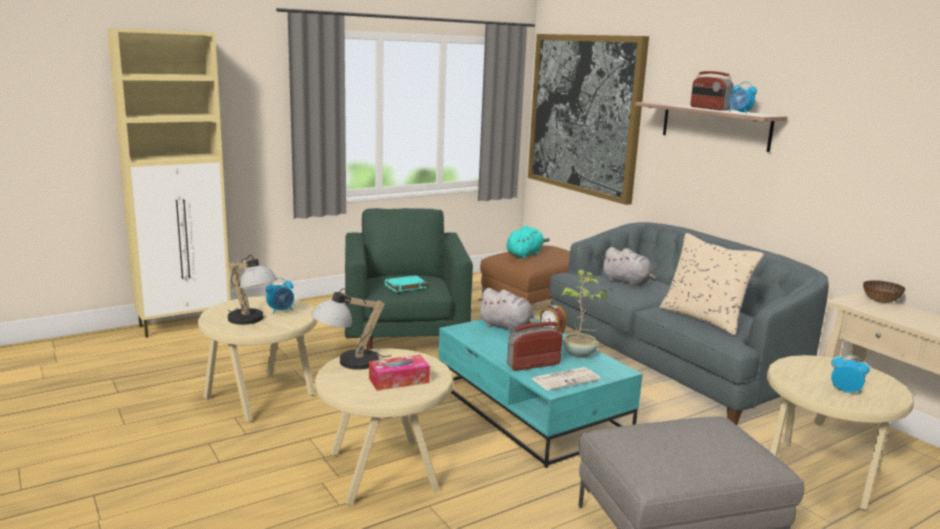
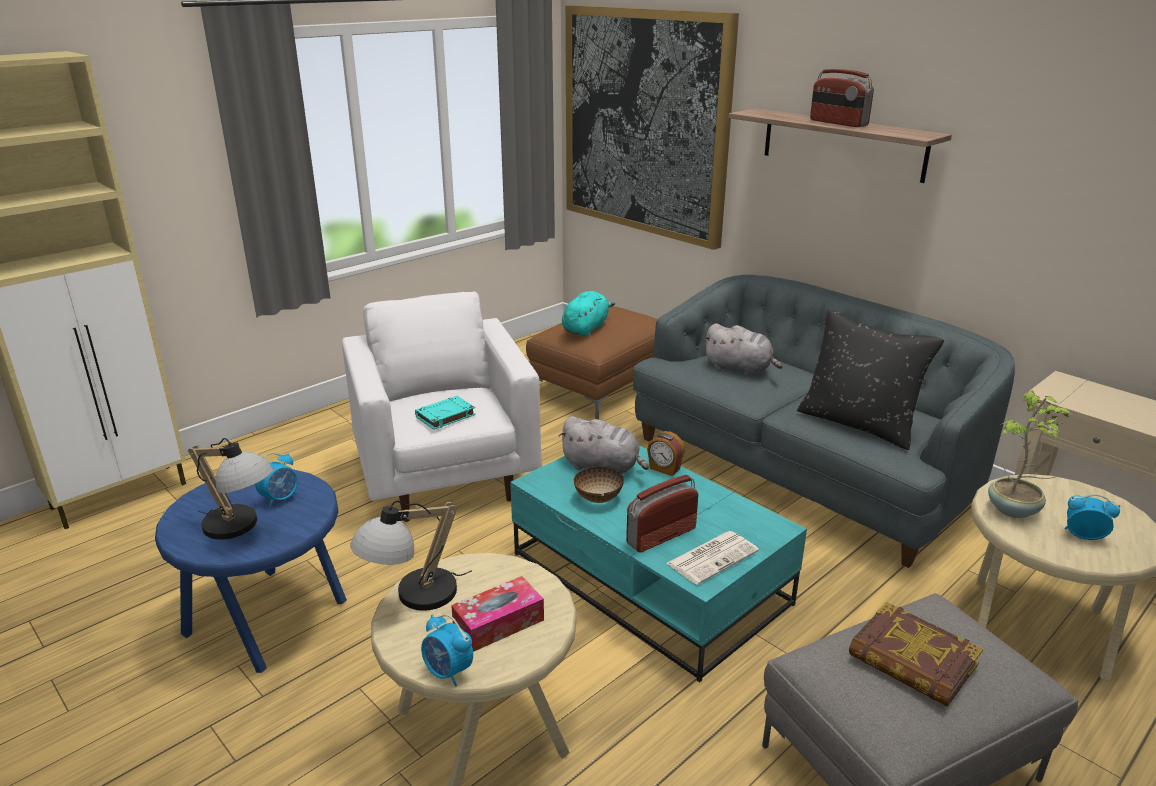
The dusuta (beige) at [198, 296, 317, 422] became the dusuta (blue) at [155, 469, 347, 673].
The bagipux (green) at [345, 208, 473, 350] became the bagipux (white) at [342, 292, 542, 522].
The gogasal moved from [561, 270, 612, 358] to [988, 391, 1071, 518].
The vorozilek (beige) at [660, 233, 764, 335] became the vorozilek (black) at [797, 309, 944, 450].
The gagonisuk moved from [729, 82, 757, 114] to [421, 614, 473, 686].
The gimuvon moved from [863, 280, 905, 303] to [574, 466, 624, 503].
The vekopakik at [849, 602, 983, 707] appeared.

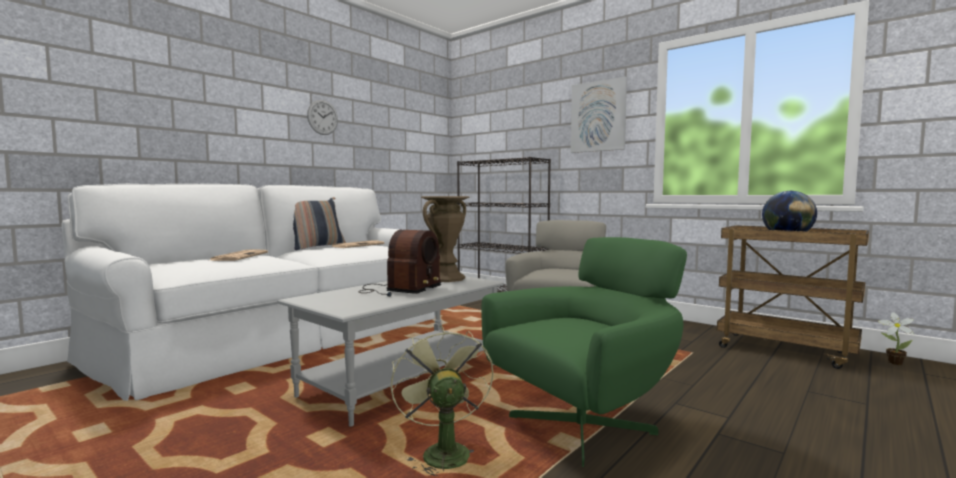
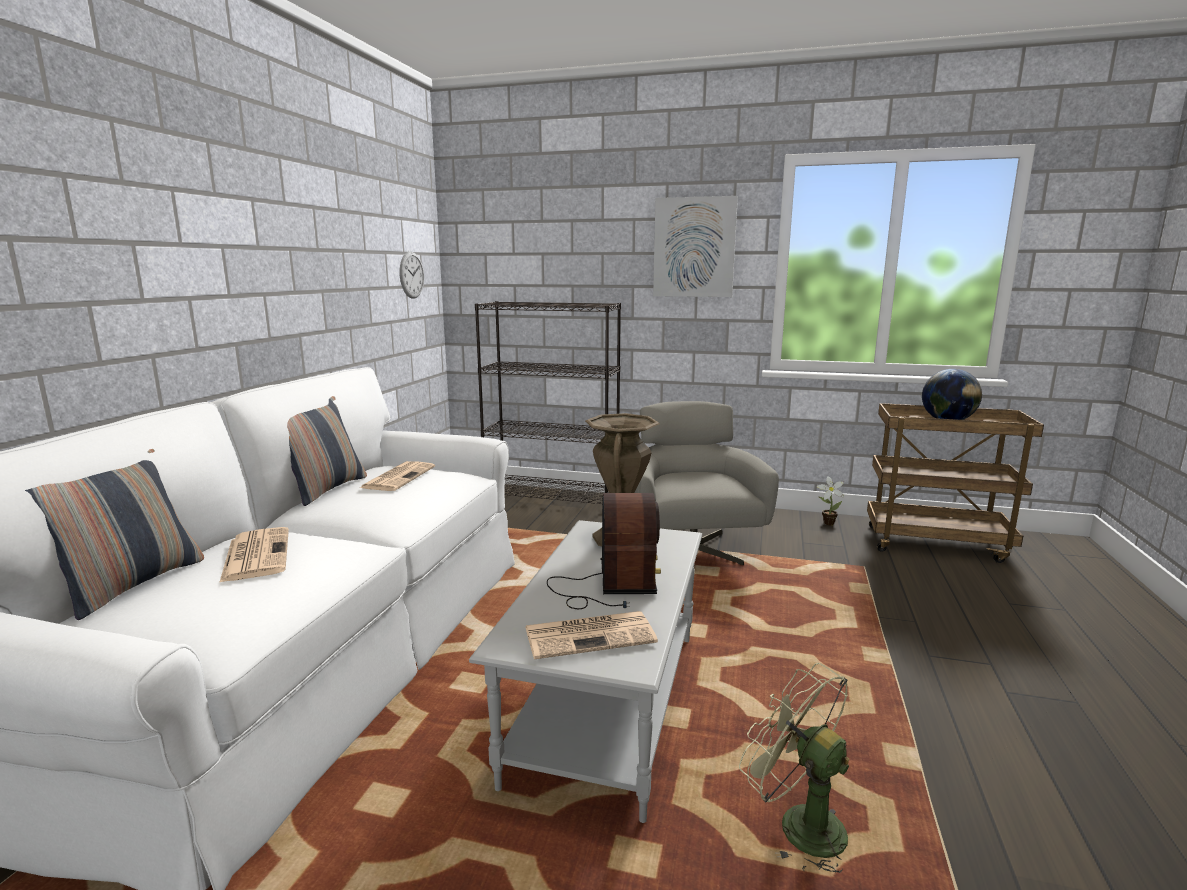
The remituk moved from [307, 100, 338, 135] to [399, 251, 424, 299].
The bagipux (green) at [481, 237, 687, 467] disappeared.
The gogasal moved from [878, 312, 914, 365] to [817, 476, 844, 525].
The vorozilek at [25, 449, 204, 620] appeared.
The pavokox at [525, 611, 658, 659] appeared.

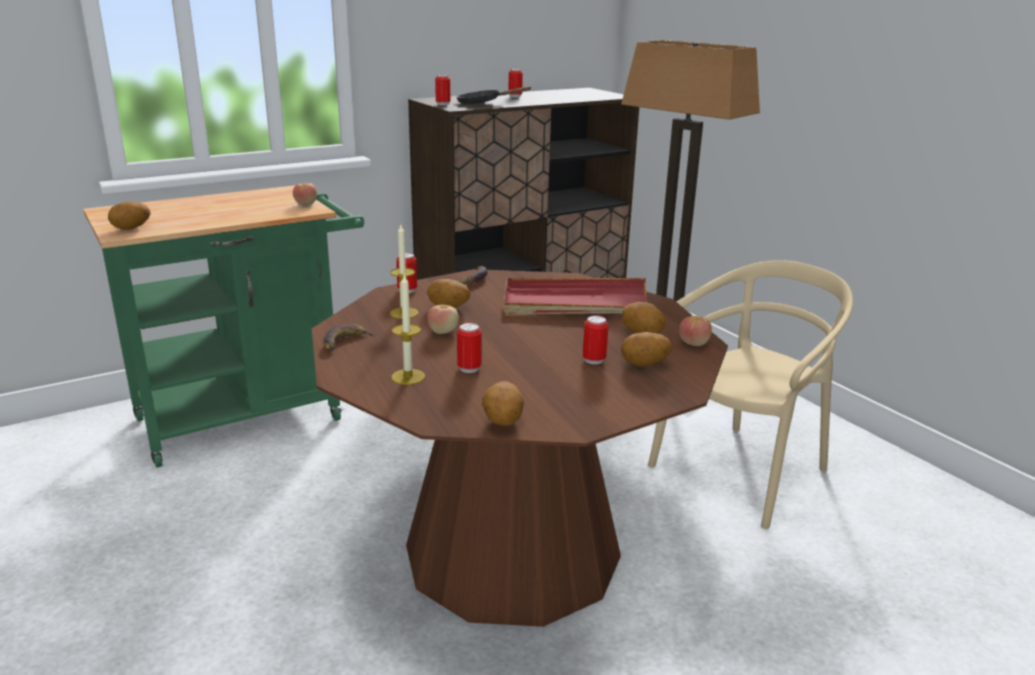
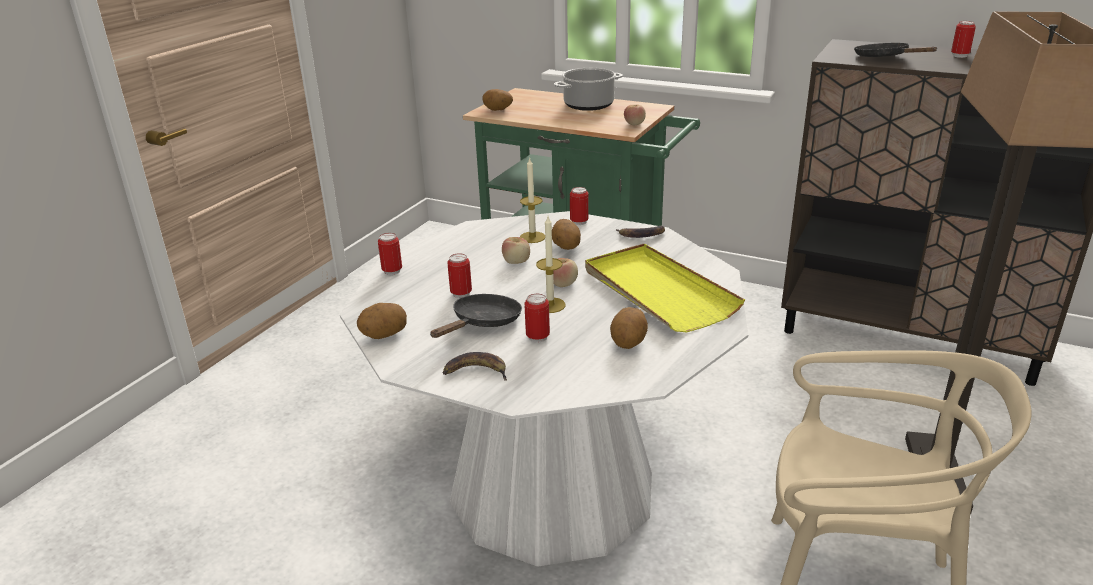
The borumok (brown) at [312, 269, 728, 627] became the borumok (white) at [340, 211, 748, 567].
The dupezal moved from [323, 324, 375, 351] to [443, 352, 507, 381].
The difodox moved from [391, 273, 425, 385] to [536, 216, 565, 313].
The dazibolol moved from [435, 75, 450, 105] to [378, 233, 402, 275].
The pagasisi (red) at [504, 278, 648, 314] became the pagasisi (yellow) at [585, 244, 745, 332].
The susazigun at [621, 332, 672, 367] disappeared.
The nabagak moved from [679, 316, 712, 346] to [553, 258, 578, 287].
The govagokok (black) at [430, 294, 522, 338] appeared.
The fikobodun at [554, 68, 623, 111] appeared.

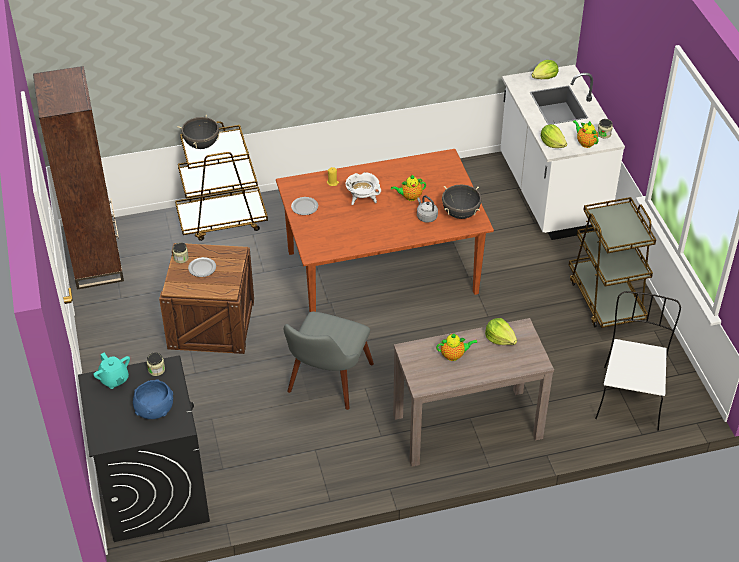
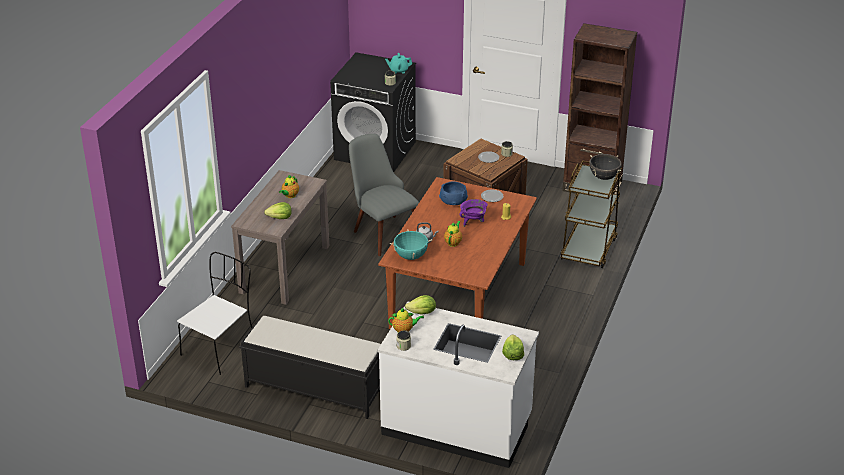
The gimuvon (blue) moved from [133, 379, 173, 419] to [439, 182, 468, 205].
The fikobodun (white) at [346, 172, 381, 205] became the fikobodun (purple) at [459, 199, 488, 227].
The fikobodun (black) at [442, 184, 482, 219] became the fikobodun (turquoise) at [390, 229, 432, 260].
The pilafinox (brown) at [569, 197, 656, 328] was replaced by the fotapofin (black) at [239, 316, 381, 419].
The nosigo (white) at [595, 291, 681, 431] turned 105 degrees counterclockwise.

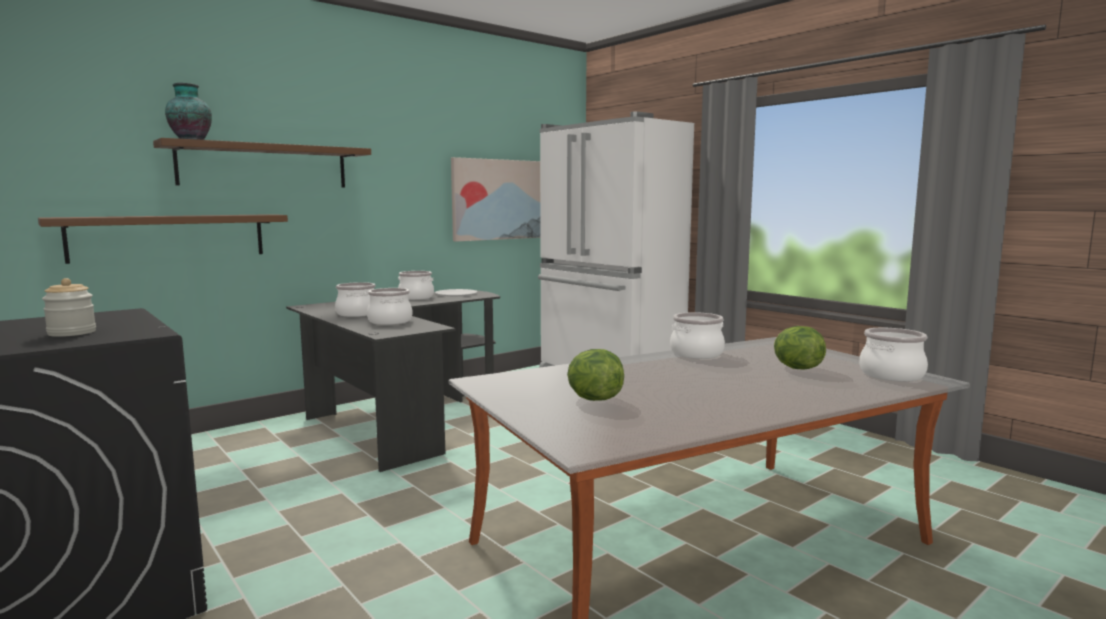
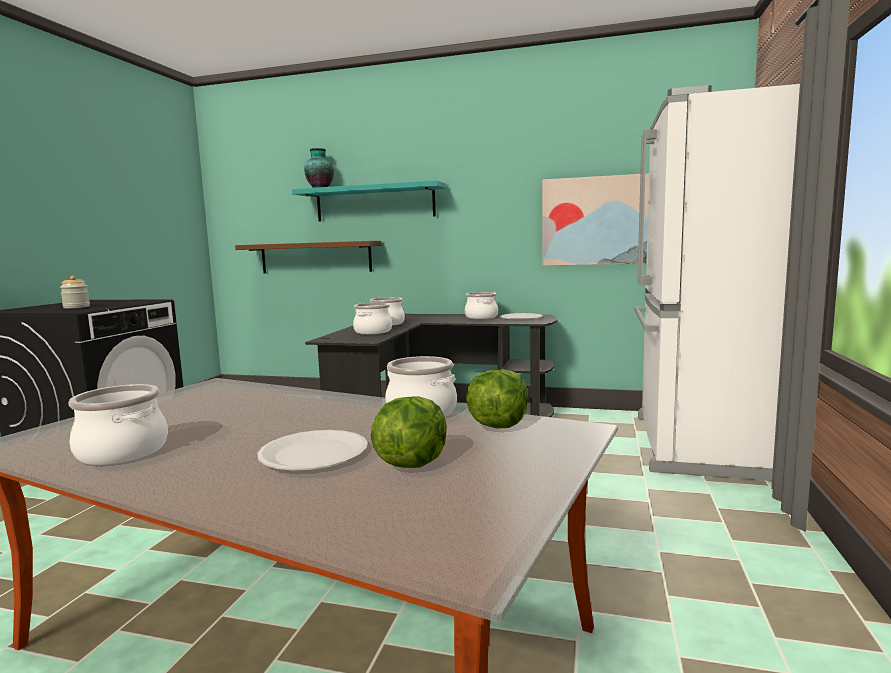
The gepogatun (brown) at [153, 138, 371, 187] became the gepogatun (turquoise) at [292, 180, 446, 222].
The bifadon moved from [567, 349, 624, 401] to [466, 369, 528, 428].
The fikobodun moved from [859, 328, 928, 382] to [69, 384, 168, 465].
The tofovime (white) at [257, 430, 368, 471] appeared.

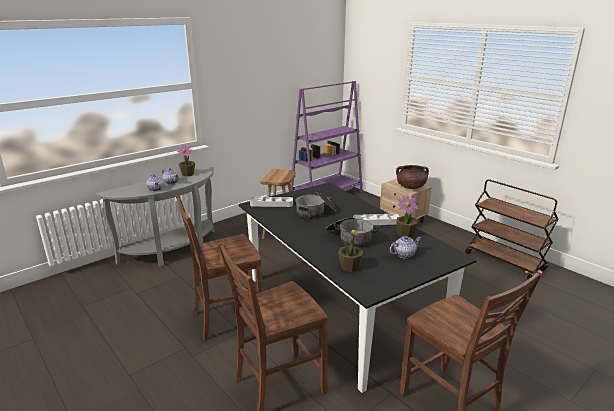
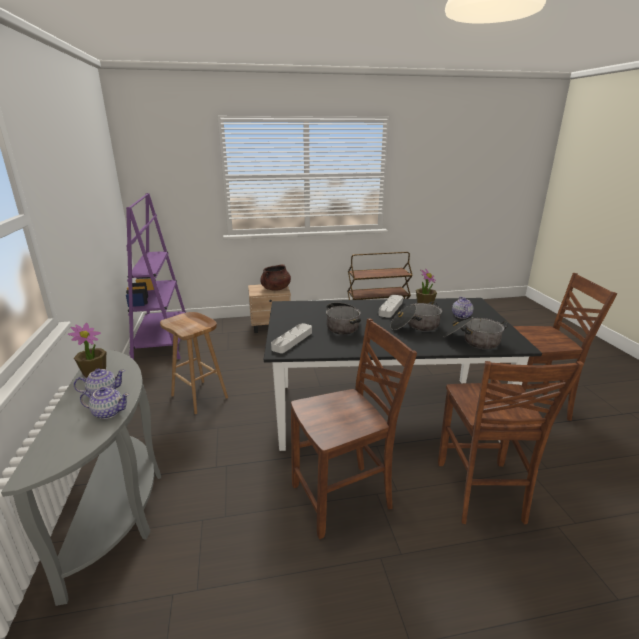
The nosigo (brown) at [176, 194, 263, 341] turned 120 degrees counterclockwise.
The gogasal at [338, 228, 363, 272] was replaced by the fikobodun at [443, 317, 508, 349].

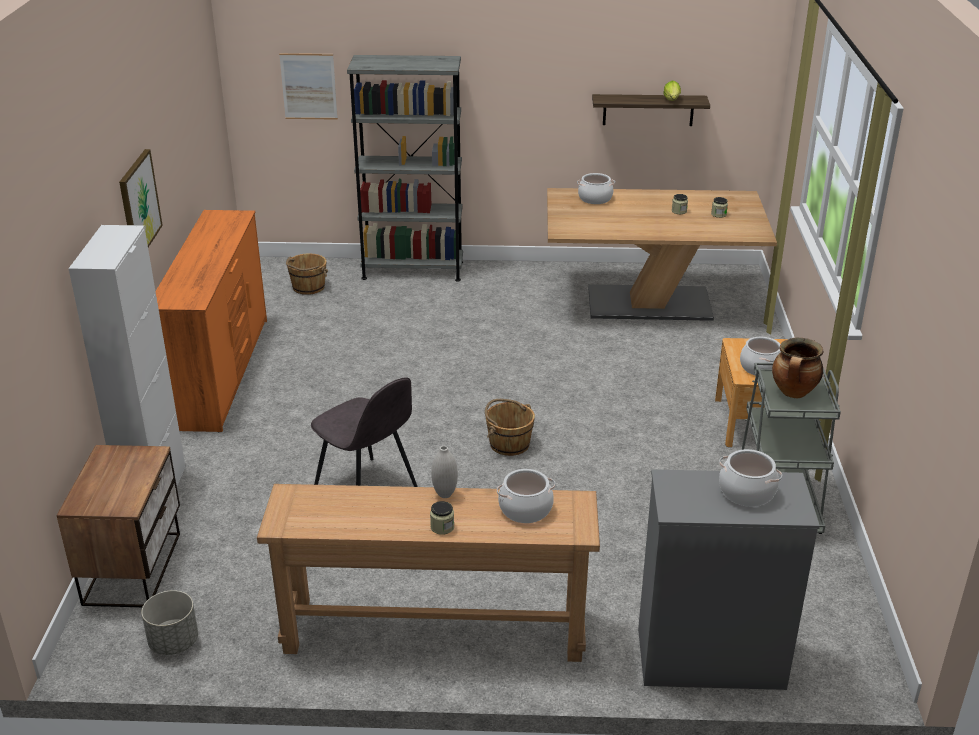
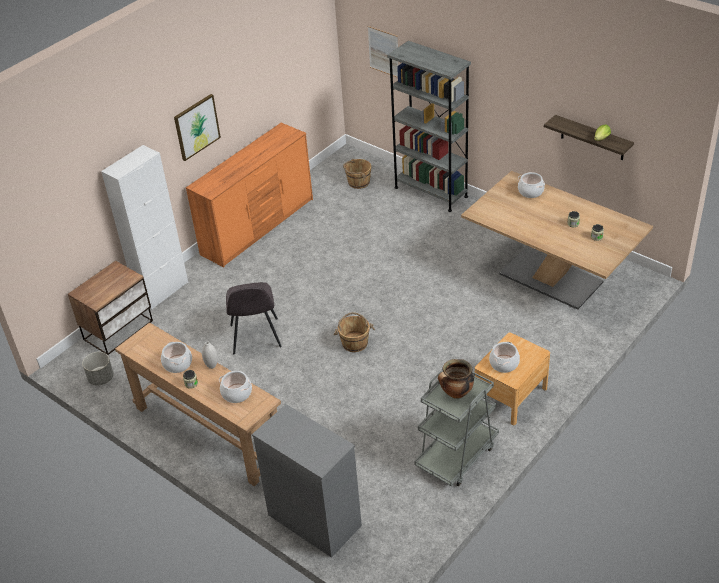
The fikobodun moved from [719, 449, 782, 507] to [161, 342, 192, 373].

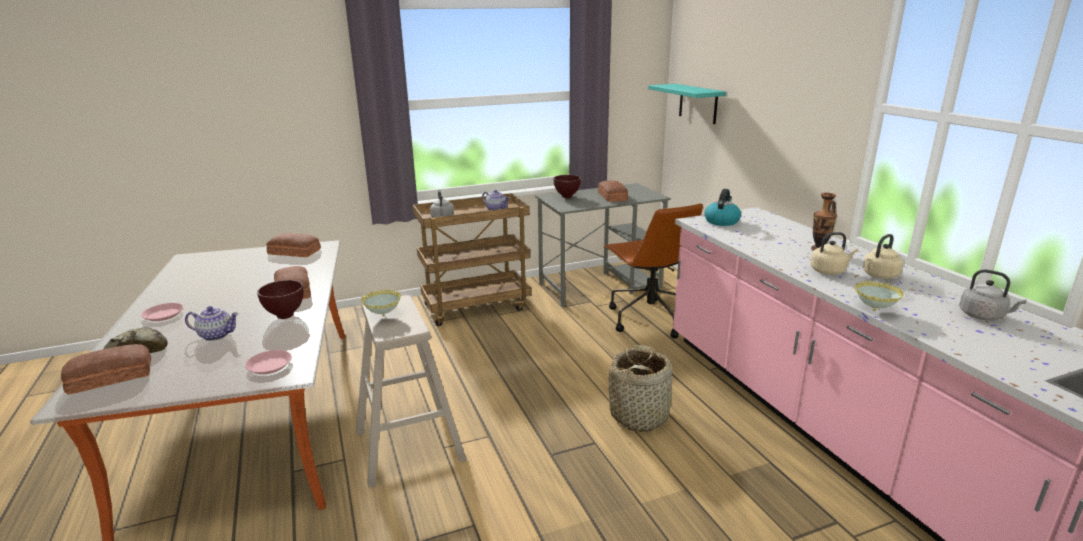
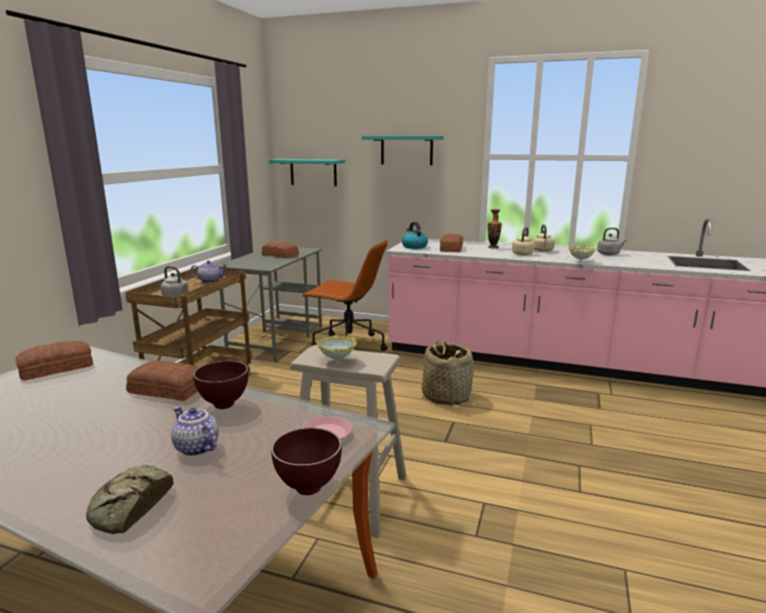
The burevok moved from [61, 344, 151, 395] to [440, 233, 463, 252].
The tofovime (pink) at [141, 303, 183, 321] disappeared.
The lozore at [185, 306, 239, 341] turned 90 degrees counterclockwise.
The gimuvon (brown) moved from [554, 175, 581, 198] to [271, 428, 342, 495].
The gepogatun (turquoise) at [362, 136, 444, 165] appeared.

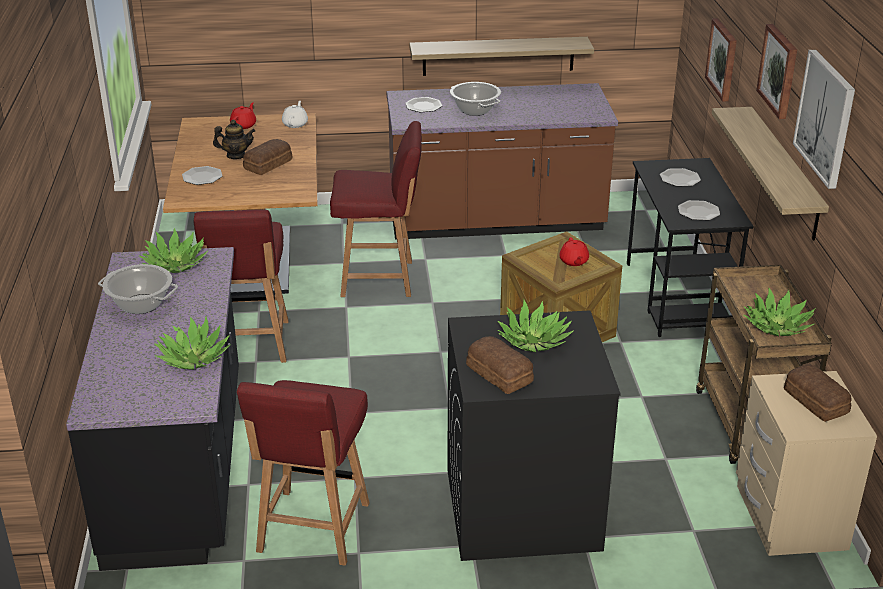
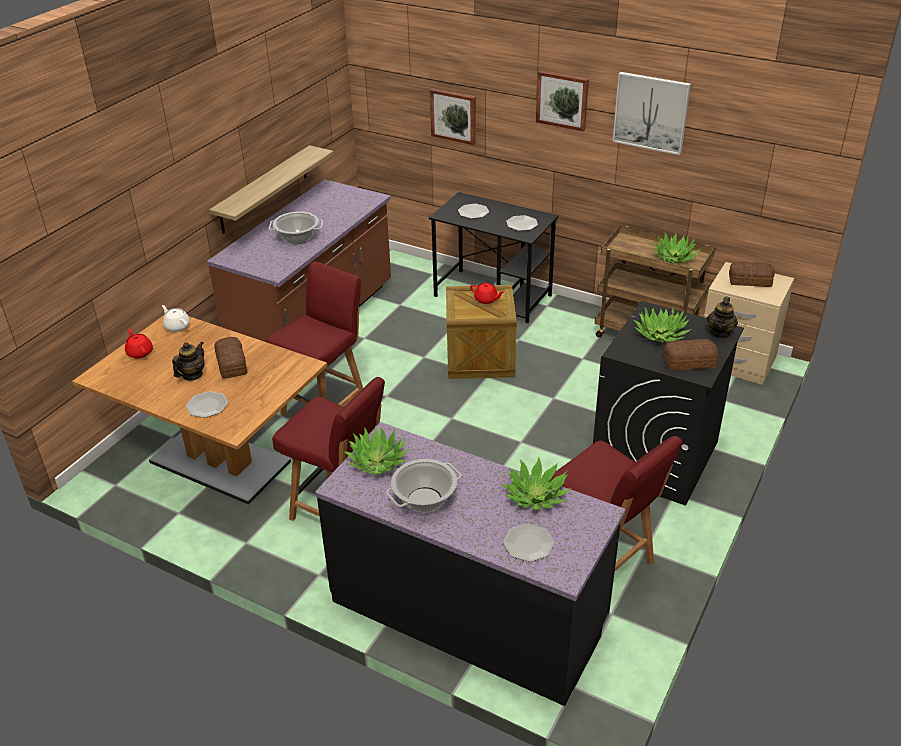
The tofovime moved from [405, 97, 442, 112] to [503, 523, 555, 562].
The gepogatun at [712, 107, 829, 240] disappeared.
The lozore at [707, 297, 738, 339] appeared.

